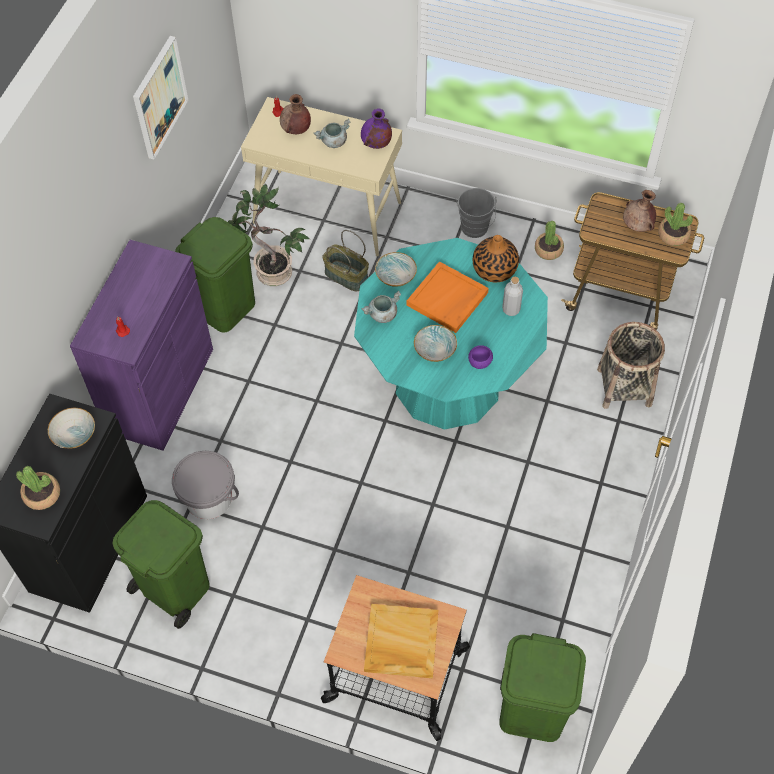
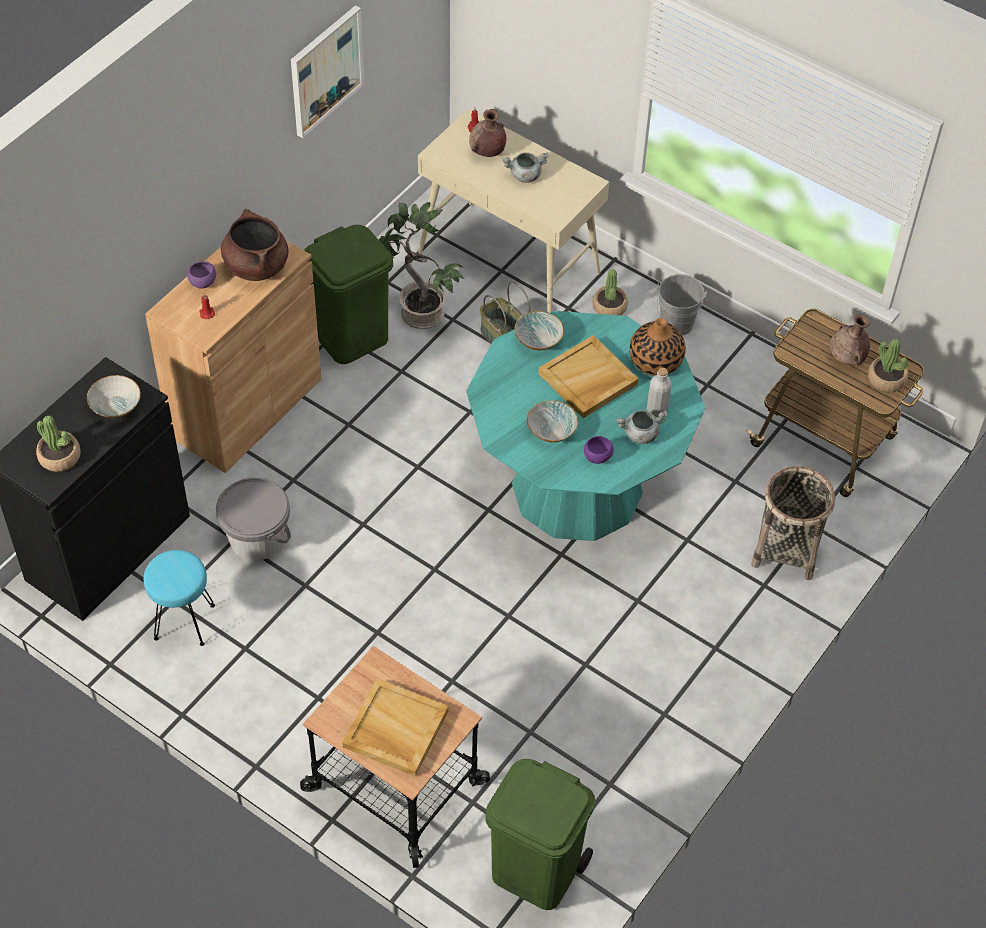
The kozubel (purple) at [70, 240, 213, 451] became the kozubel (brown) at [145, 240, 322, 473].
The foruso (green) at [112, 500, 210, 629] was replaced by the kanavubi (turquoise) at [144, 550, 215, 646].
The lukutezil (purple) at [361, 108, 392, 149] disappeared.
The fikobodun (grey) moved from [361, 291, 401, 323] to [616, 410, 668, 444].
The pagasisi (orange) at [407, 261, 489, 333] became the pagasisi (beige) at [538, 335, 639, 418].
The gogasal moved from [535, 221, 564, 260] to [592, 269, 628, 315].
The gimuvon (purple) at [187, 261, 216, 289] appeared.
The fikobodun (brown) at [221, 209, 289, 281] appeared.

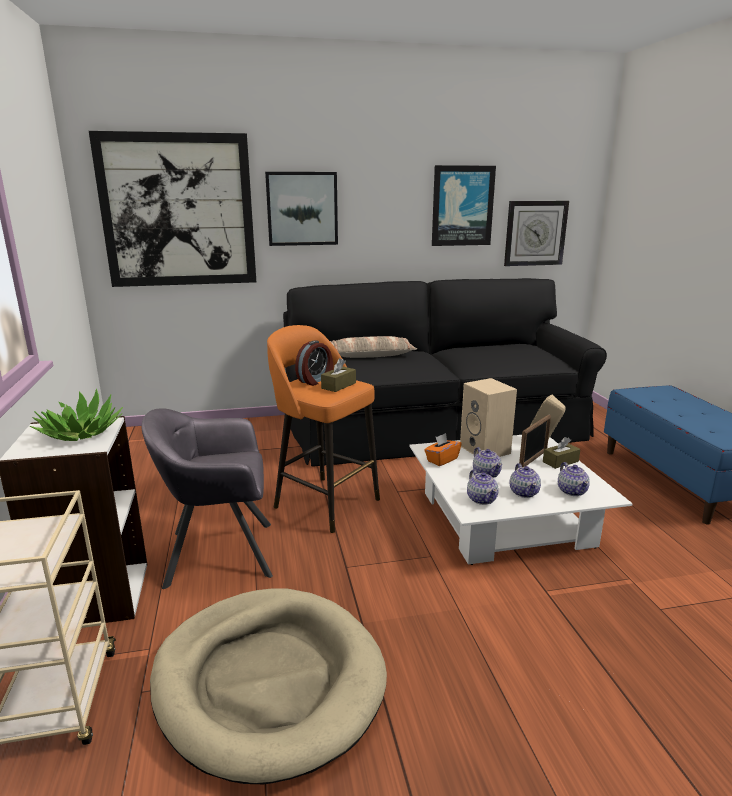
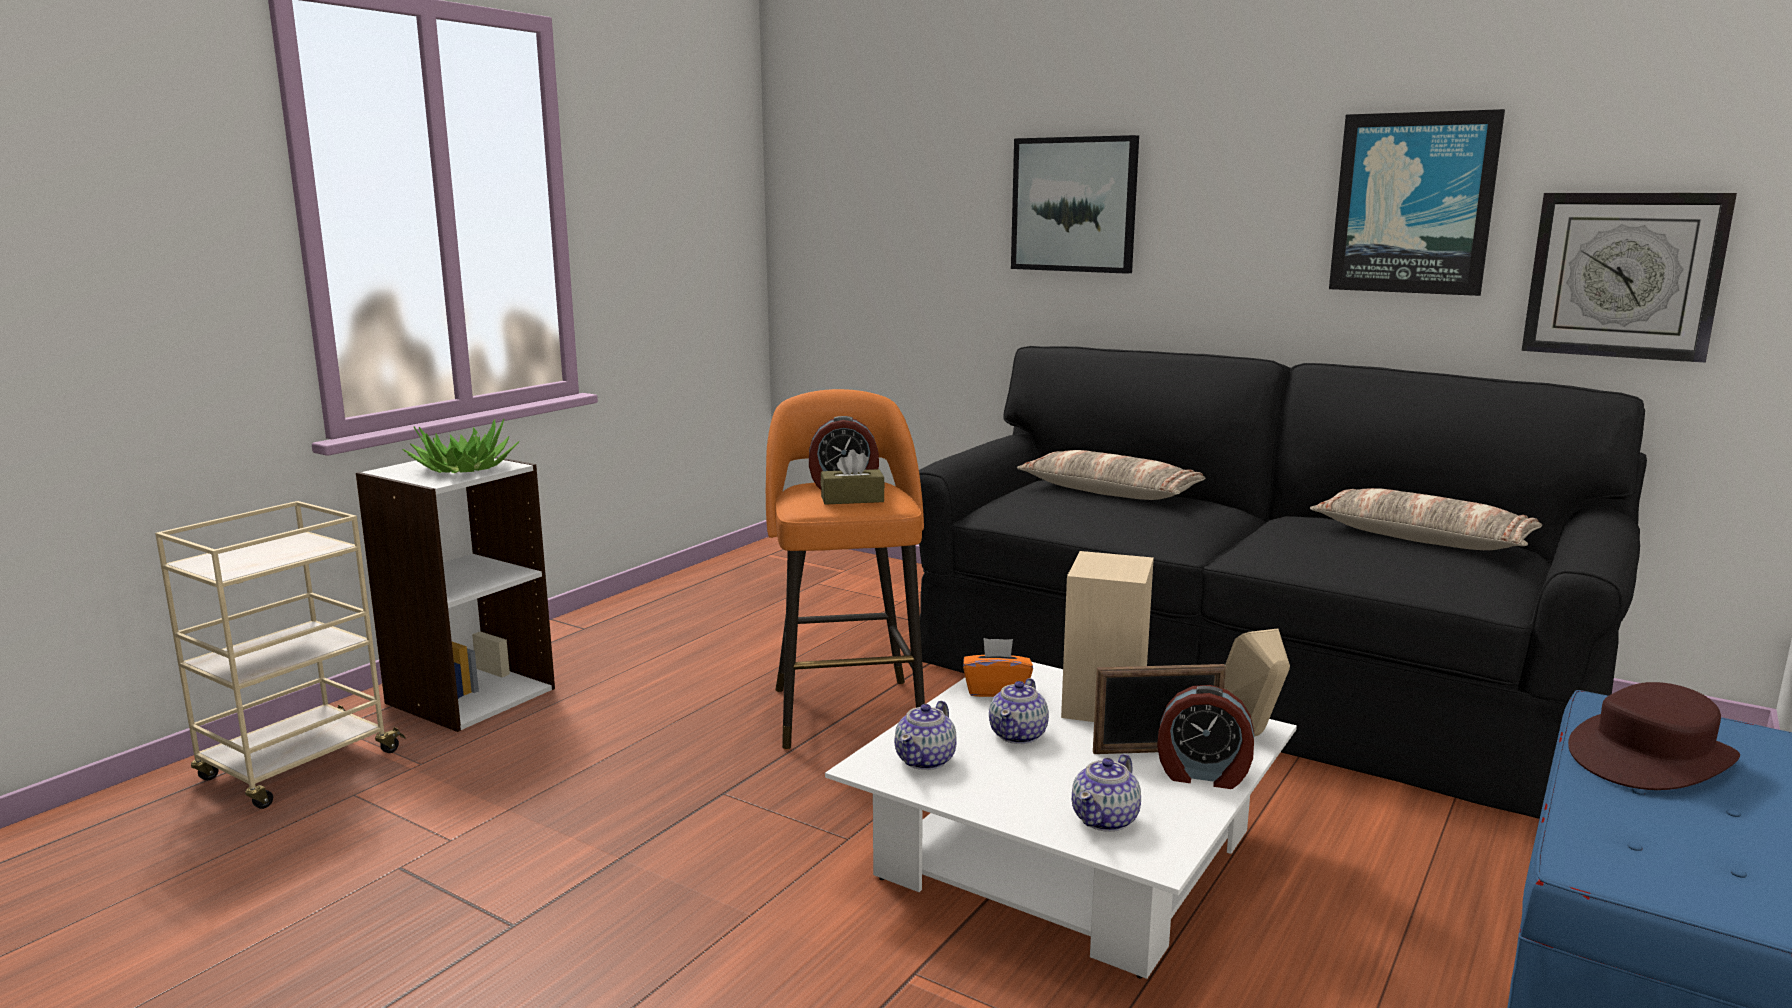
The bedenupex at [89, 131, 256, 287] disappeared.
The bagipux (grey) at [142, 408, 273, 589] disappeared.
The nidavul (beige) at [150, 589, 387, 784] disappeared.
The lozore at [509, 463, 541, 498] disappeared.
The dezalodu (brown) at [543, 437, 580, 469] was replaced by the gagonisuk at [1157, 685, 1254, 789].
The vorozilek at [1310, 488, 1542, 550] appeared.
The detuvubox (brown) at [1568, 682, 1740, 790] appeared.

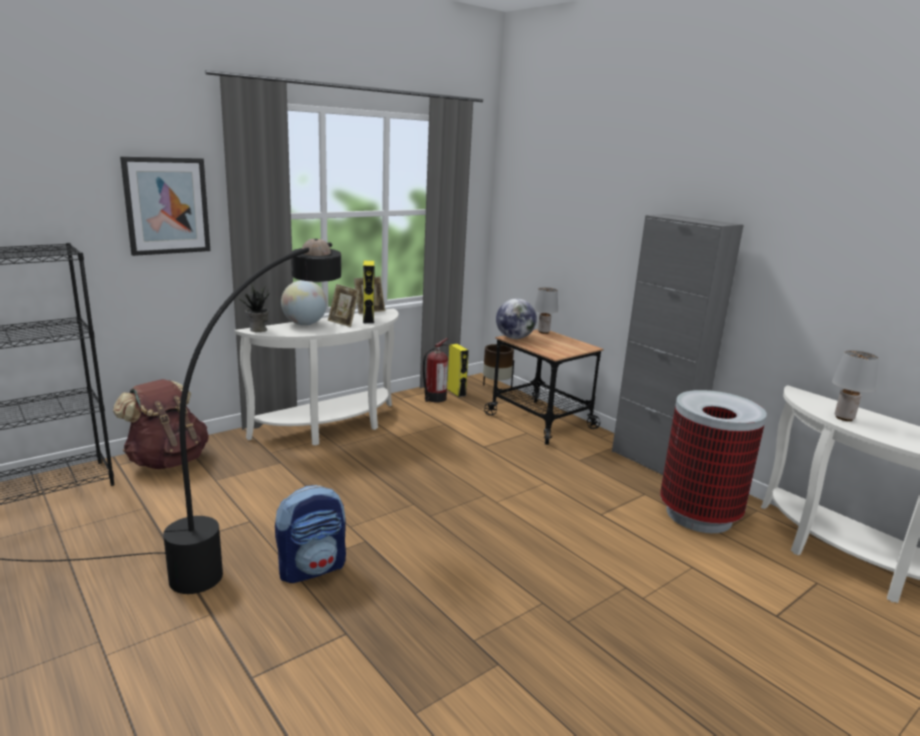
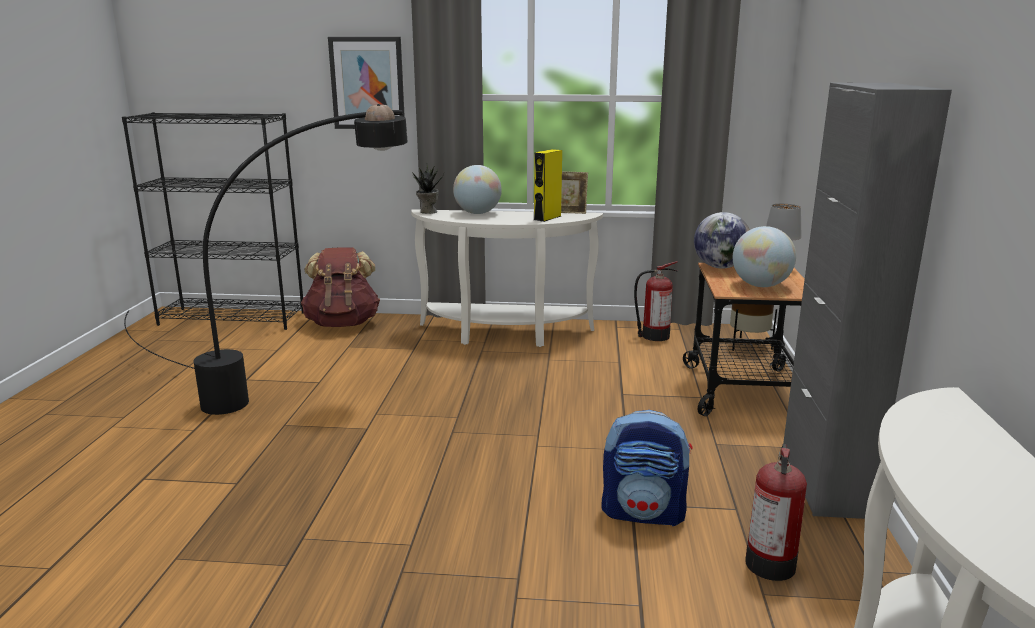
The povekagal moved from [275, 485, 346, 583] to [601, 410, 693, 526].
The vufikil at [328, 284, 360, 327] disappeared.
The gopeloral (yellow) at [447, 344, 469, 397] disappeared.
The foruso at [660, 390, 767, 533] was replaced by the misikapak at [745, 444, 807, 581].
The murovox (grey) at [832, 350, 879, 421] disappeared.
The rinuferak at [733, 226, 796, 287] appeared.

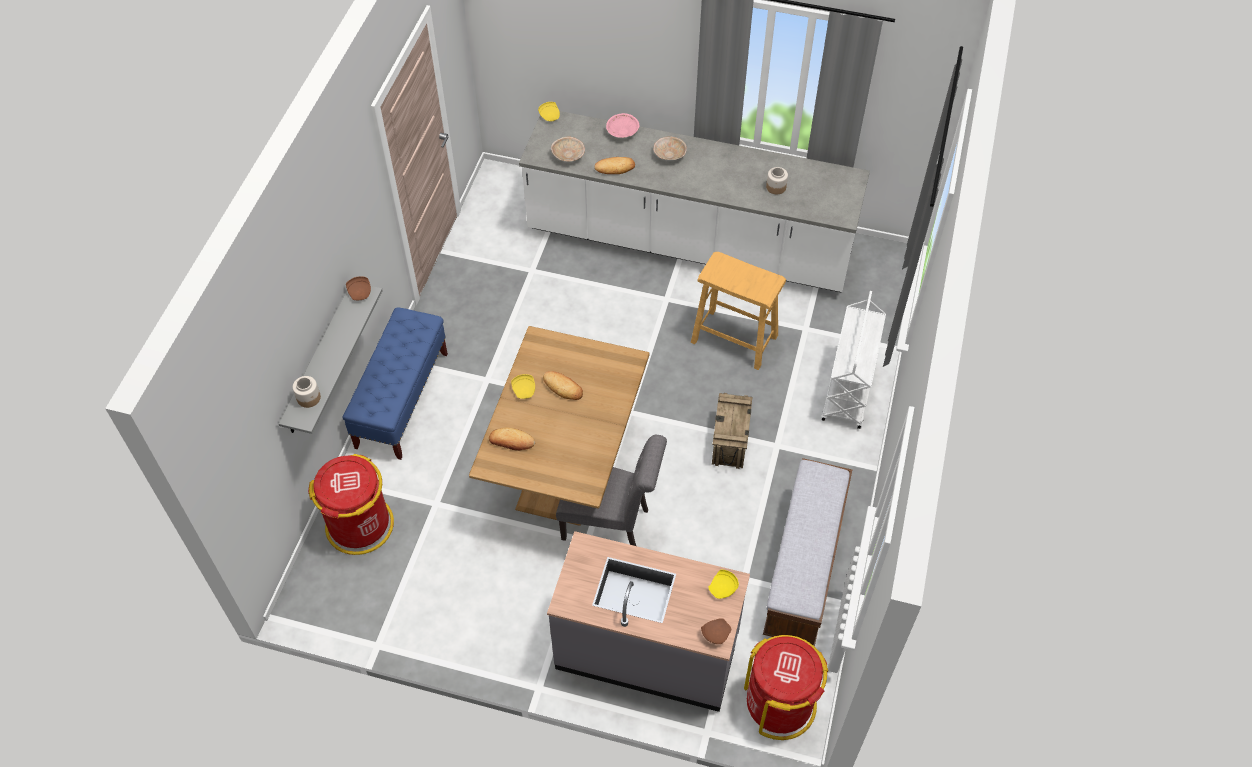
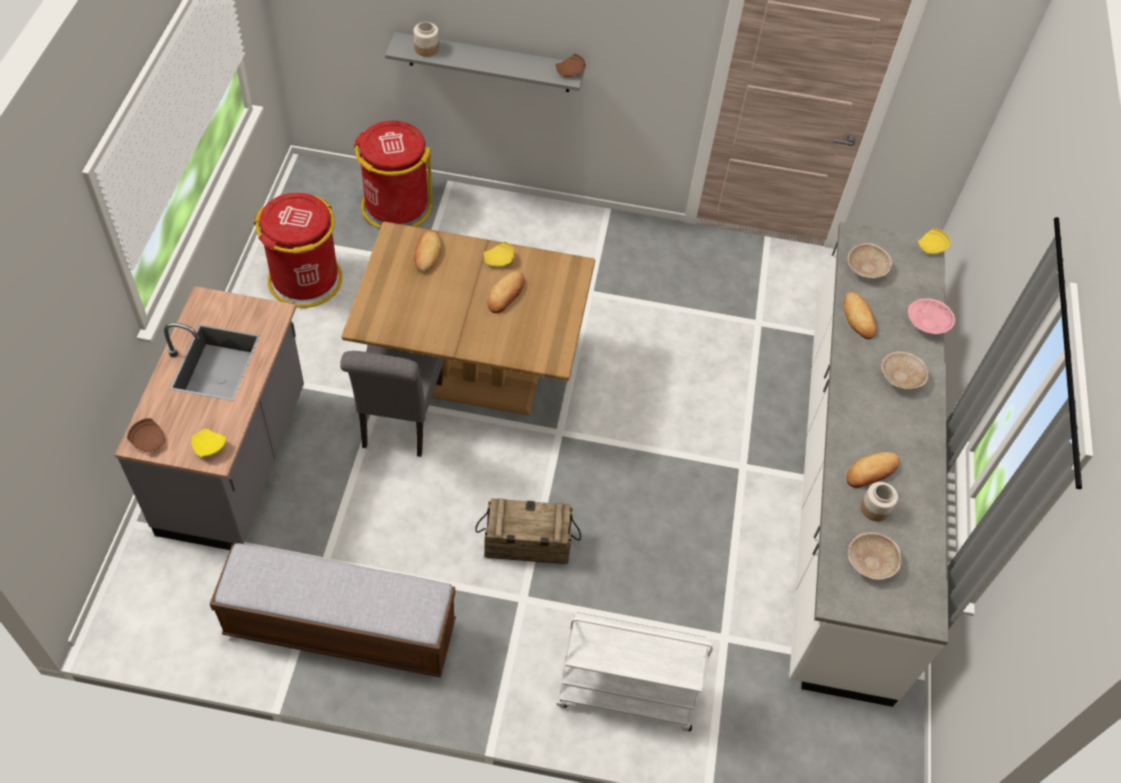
The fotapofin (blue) at [342, 307, 448, 460] disappeared.
The kanavubi (beige) at [691, 252, 786, 370] disappeared.
The foruso (red) moved from [744, 635, 828, 740] to [254, 193, 342, 308].
The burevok at [846, 452, 900, 488] appeared.
The gimuvon (beige) at [848, 532, 902, 580] appeared.

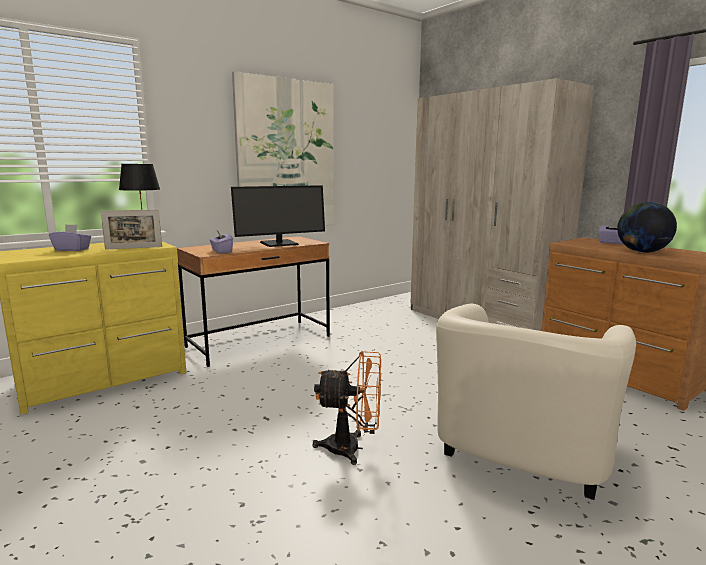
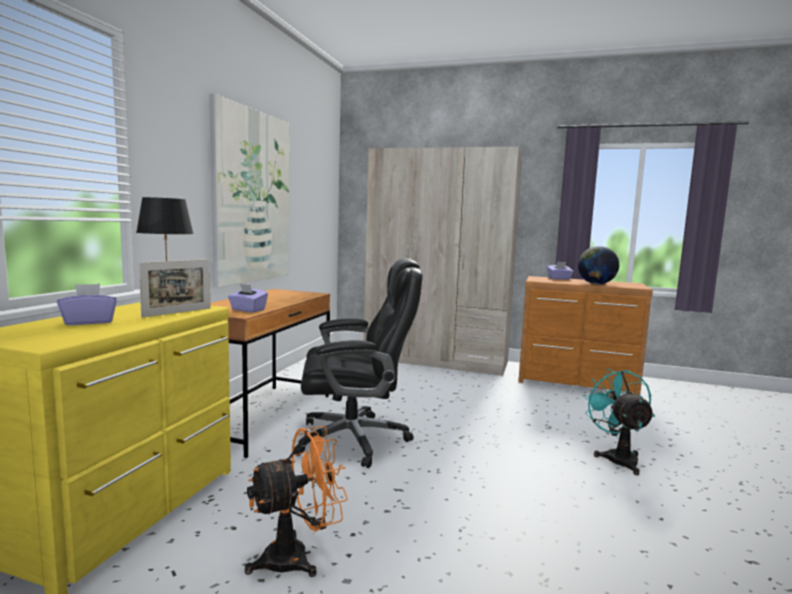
The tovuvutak at [231, 185, 325, 247] disappeared.
The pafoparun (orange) moved from [313, 351, 381, 465] to [245, 426, 348, 577].
The bagipux (beige) at [436, 304, 636, 500] was replaced by the pafoparun (turquoise) at [583, 368, 655, 475].
The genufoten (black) at [294, 258, 423, 468] appeared.

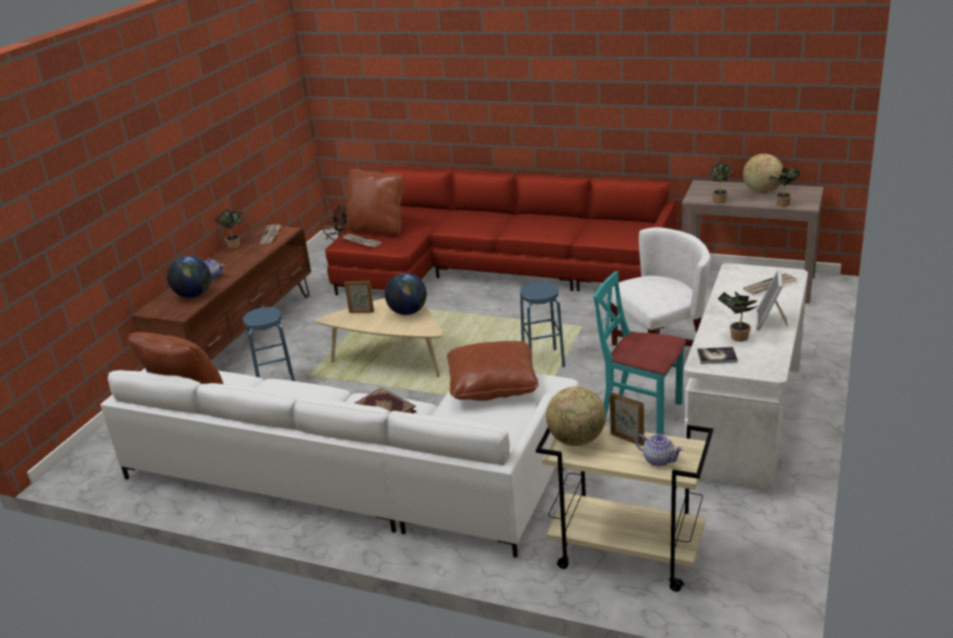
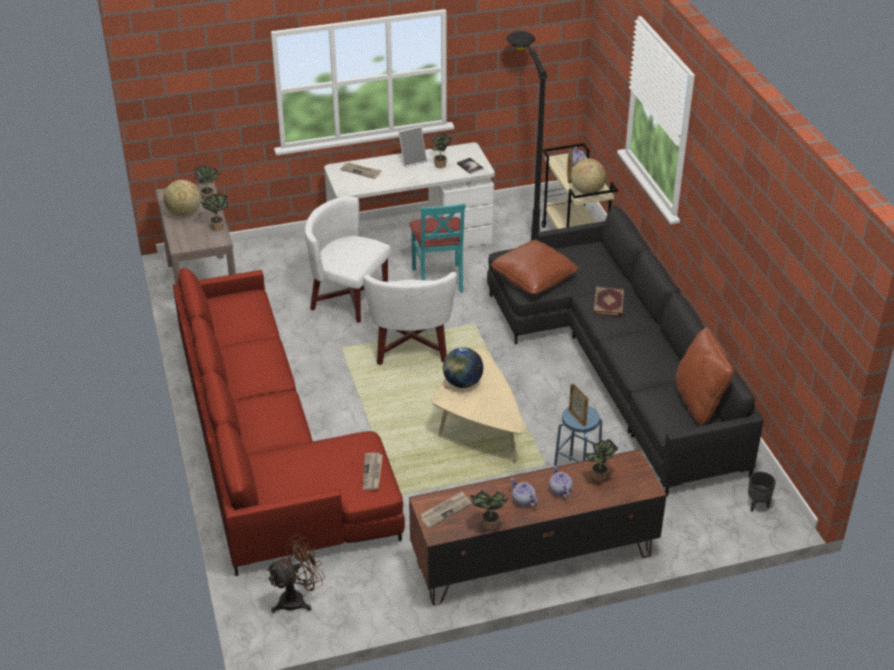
The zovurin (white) at [100, 368, 579, 558] became the zovurin (black) at [487, 206, 764, 497].
The rinuferak at [167, 256, 211, 298] was replaced by the gogasal at [584, 439, 619, 481].
The vufikil moved from [344, 281, 374, 313] to [569, 384, 588, 427].
The vorozilek (brown) at [346, 169, 403, 236] disappeared.
The kanavubi (blue) at [520, 282, 565, 367] was replaced by the bagipux (white) at [363, 272, 457, 365].
The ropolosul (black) at [506, 31, 547, 241] appeared.
The lozore at [511, 478, 538, 507] appeared.
The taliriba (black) at [748, 472, 776, 512] appeared.

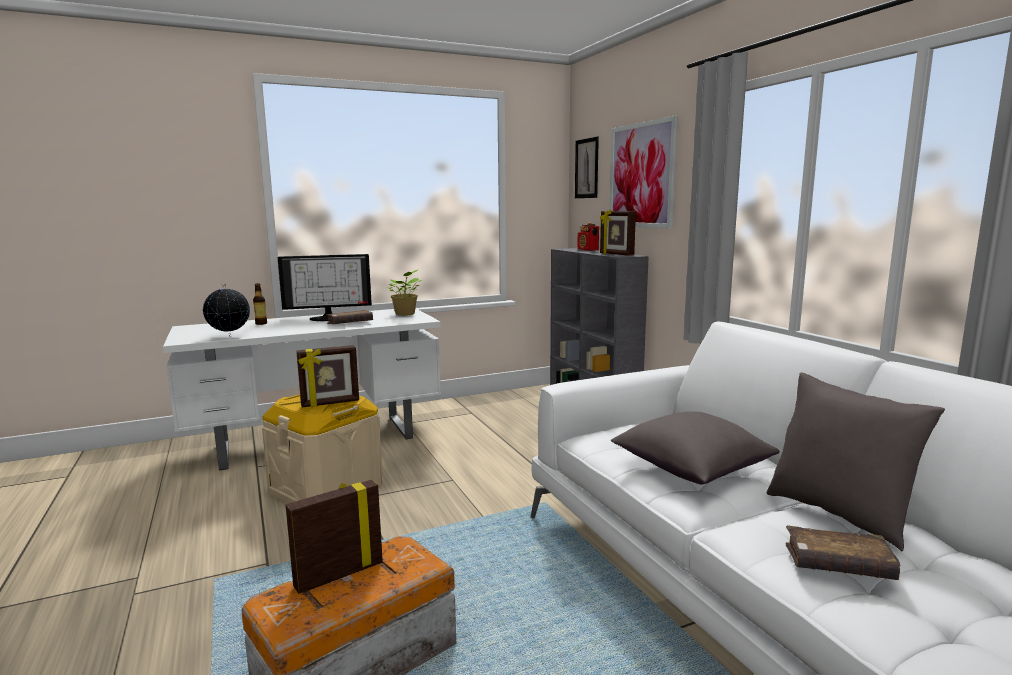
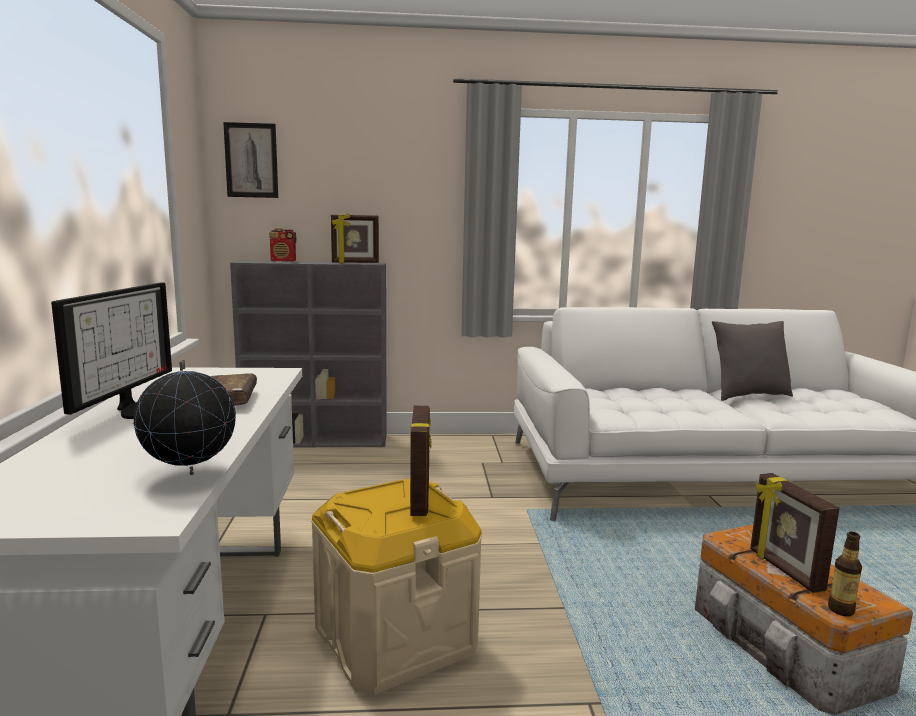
The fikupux moved from [253, 283, 267, 325] to [828, 532, 862, 616].
The gogasal at [386, 269, 422, 316] disappeared.
The bedenupex at [610, 116, 678, 229] disappeared.
The vorozilek (grey) at [611, 411, 780, 484] disappeared.
The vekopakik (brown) at [786, 525, 900, 580] disappeared.

